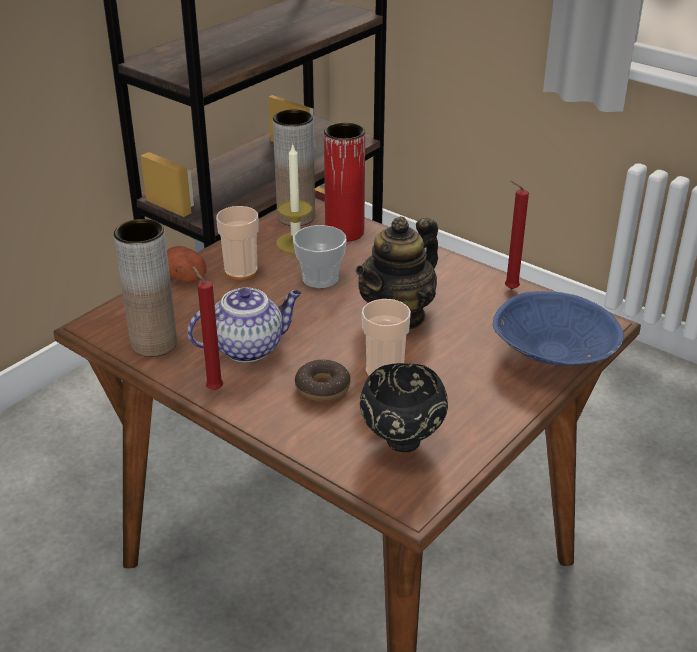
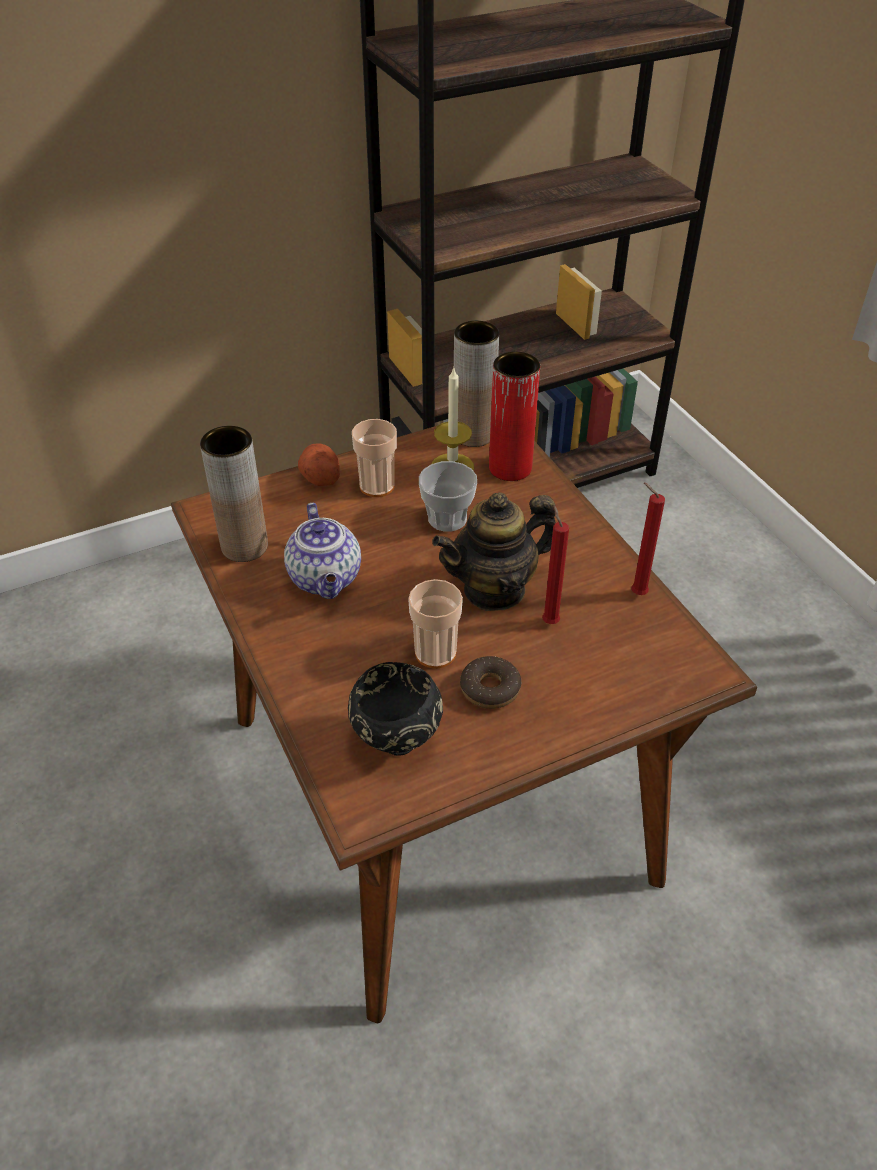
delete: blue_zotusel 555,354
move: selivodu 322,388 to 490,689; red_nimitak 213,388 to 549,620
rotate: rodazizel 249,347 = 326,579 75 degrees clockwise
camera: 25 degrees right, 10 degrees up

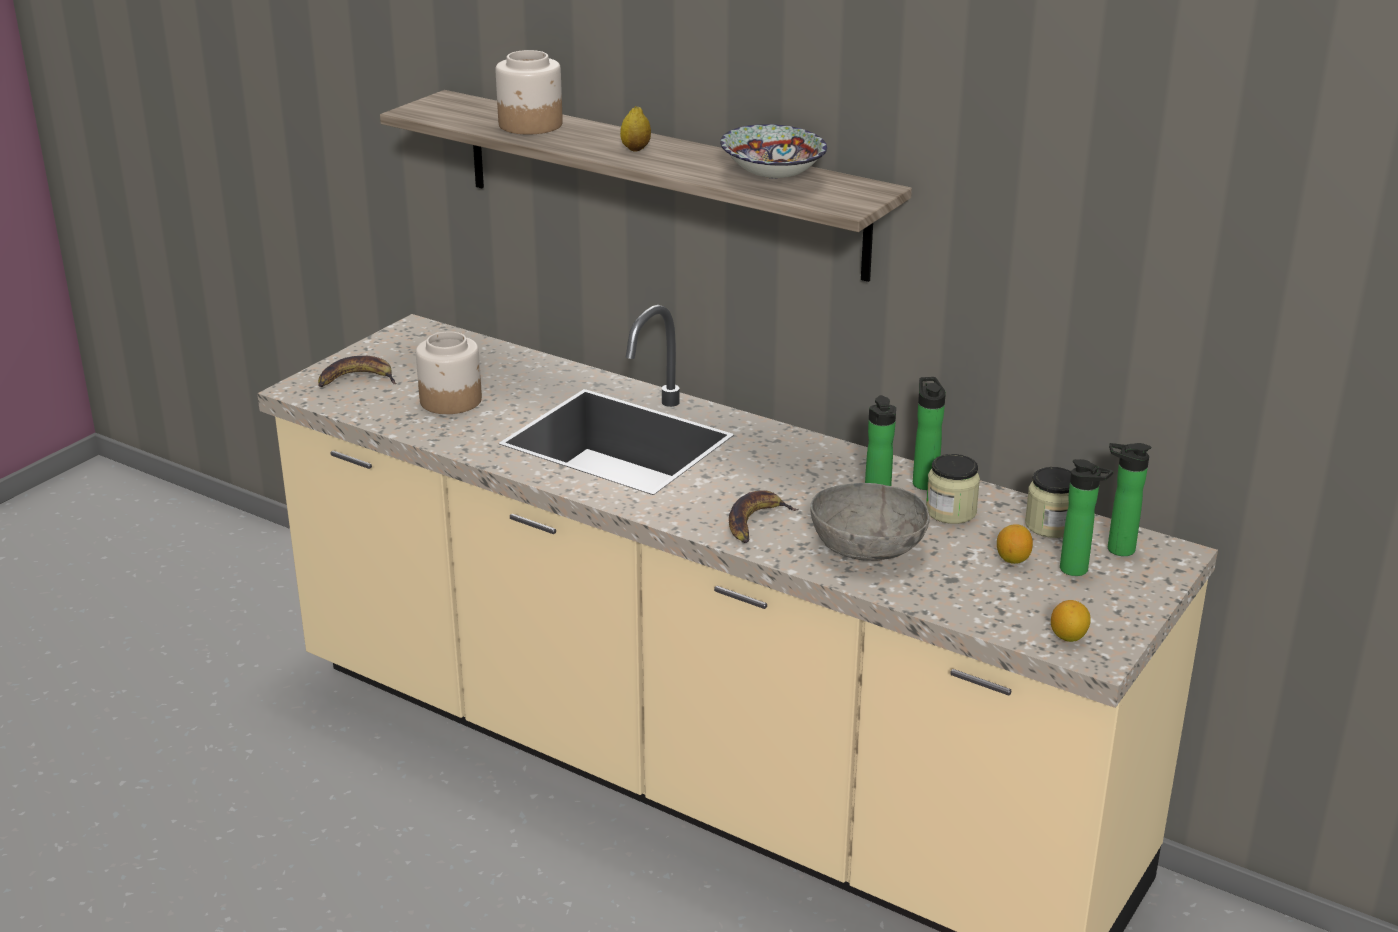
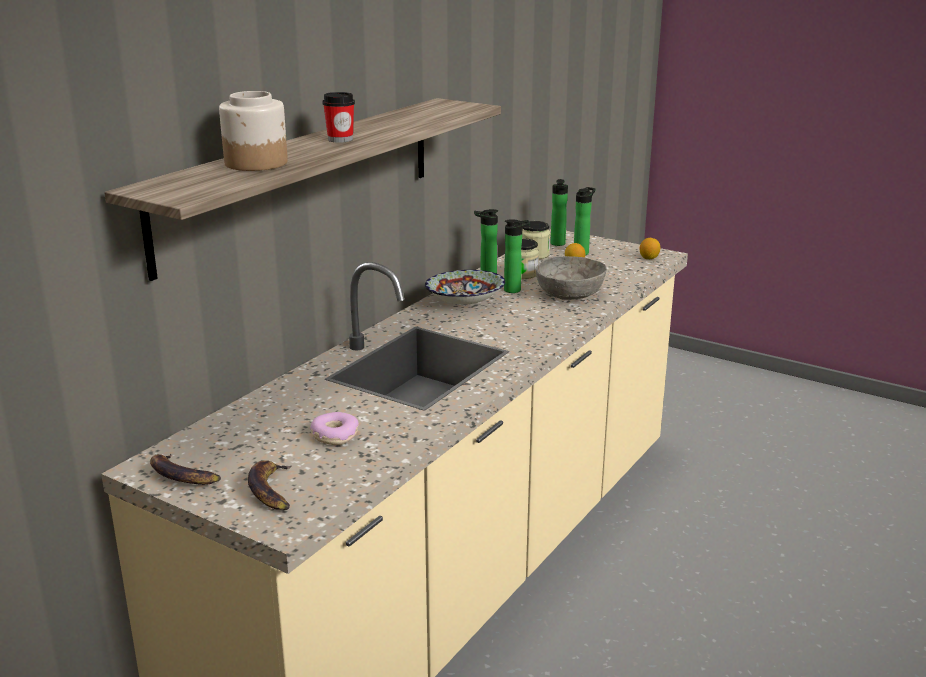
move: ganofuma 756,522 to 181,476; zotusel 773,177 to 464,303
replace: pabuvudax 451,400 to selivodu 334,435; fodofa 635,149 to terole 340,139
camera: 90 degrees left, 5 degrees down

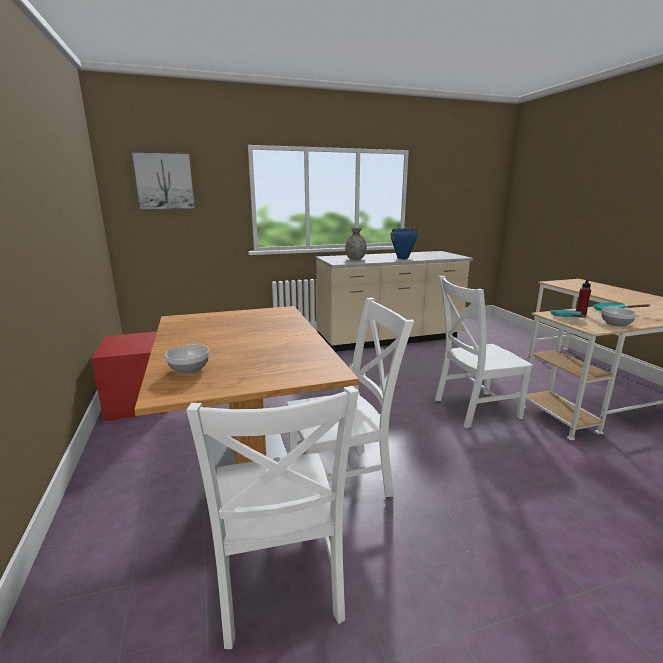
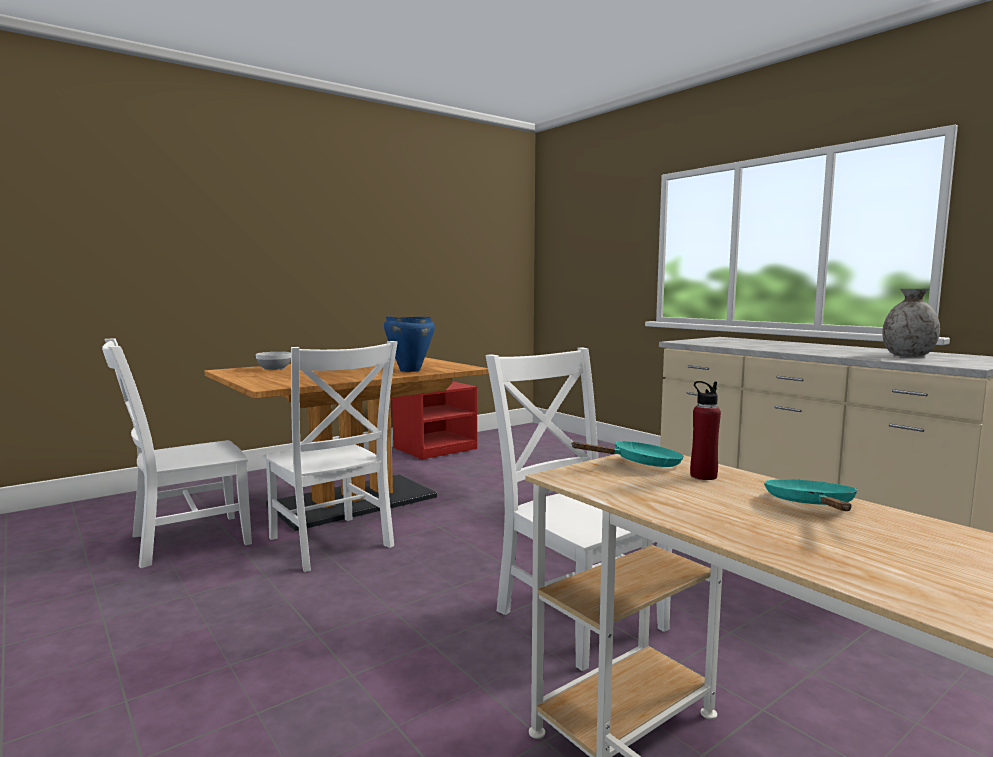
delete: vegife 164,181; zotusel 616,324
move: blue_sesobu 402,258 to 409,370; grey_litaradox 355,258 to 908,355
camera: 70 degrees right, 10 degrees down

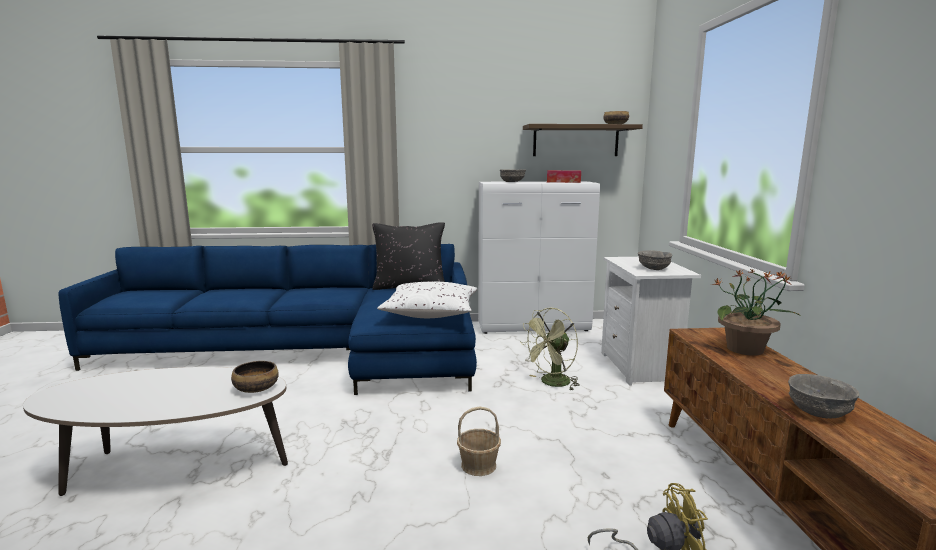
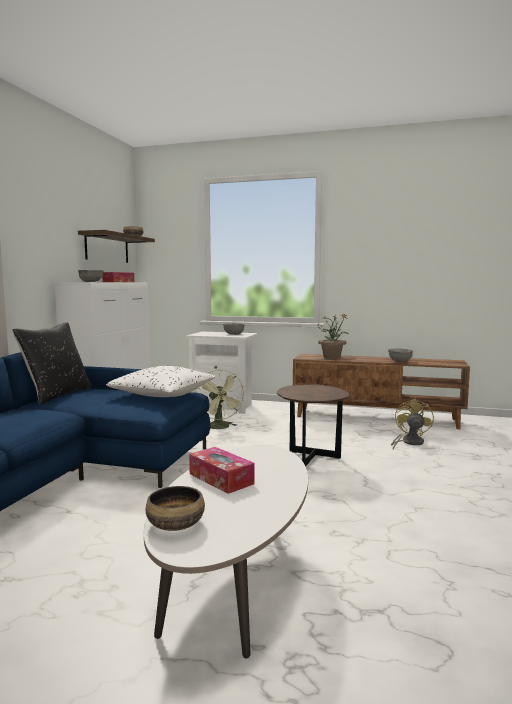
insert: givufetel 221,479
move: zotusel 256,388 to 175,524
replace: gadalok 479,465 to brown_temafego 311,460
camera: 70 degrees left, 5 degrees down

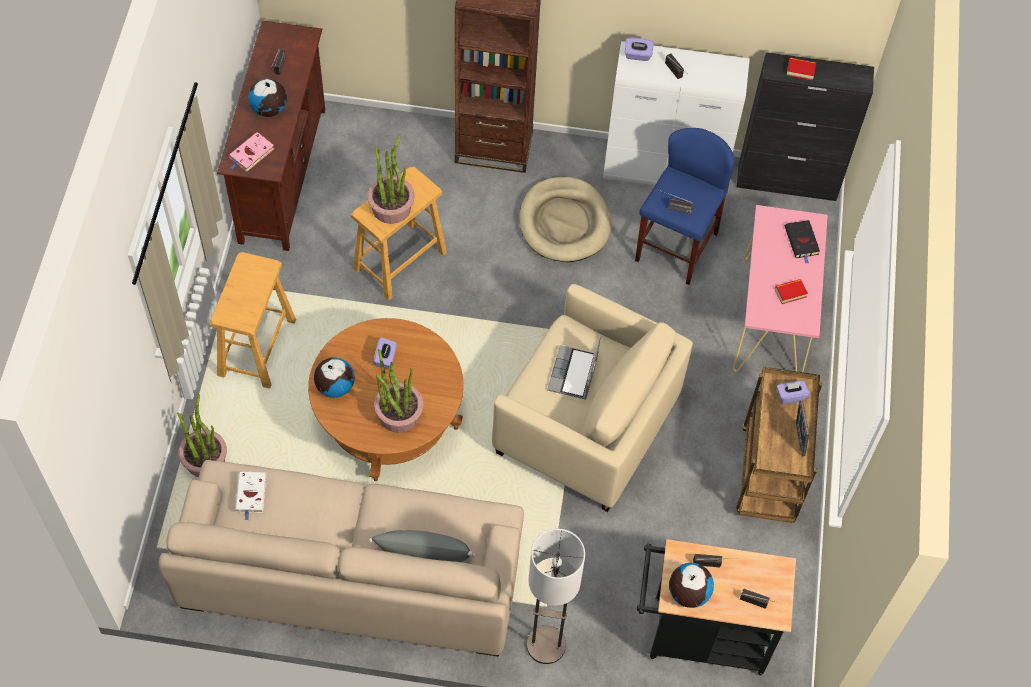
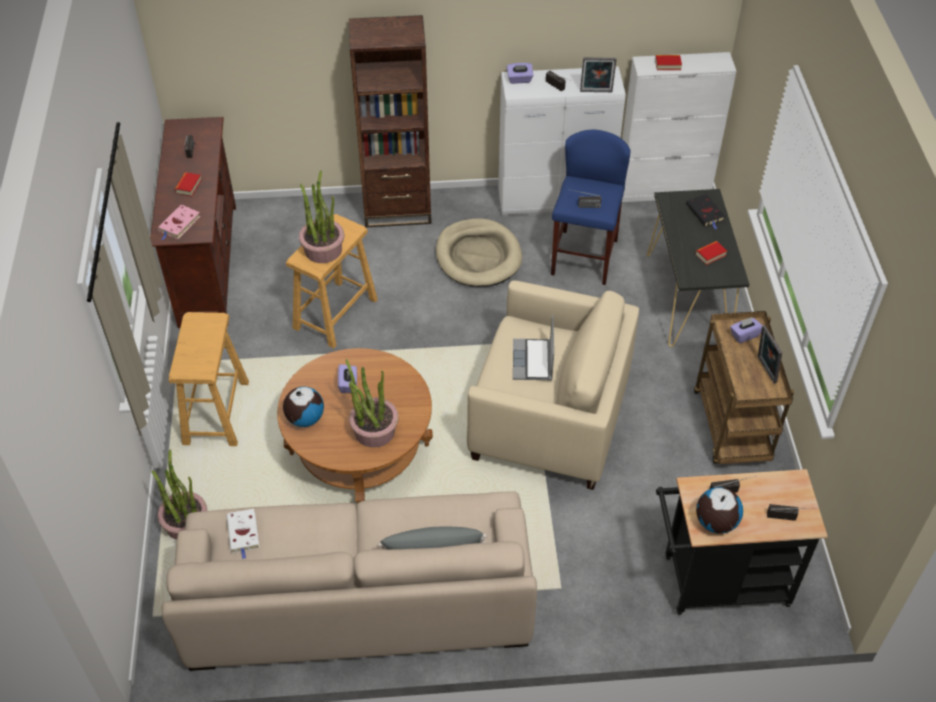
delete: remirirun 545,645
insert: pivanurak 596,92
replace: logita 269,109 to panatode 188,186
recolor: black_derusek 787,181 to white_derusek 664,190; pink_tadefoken 771,319 to black_tadefoken 688,298
camera: 10 degrees left, 10 degrees down

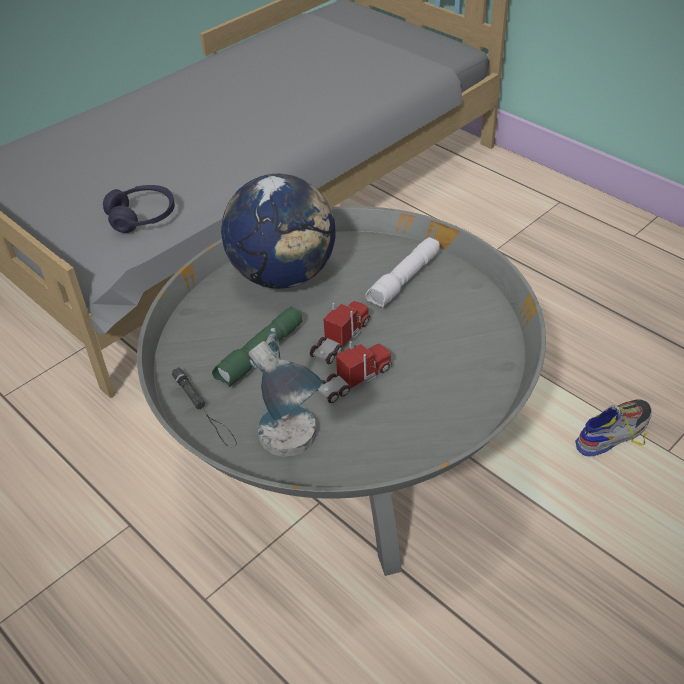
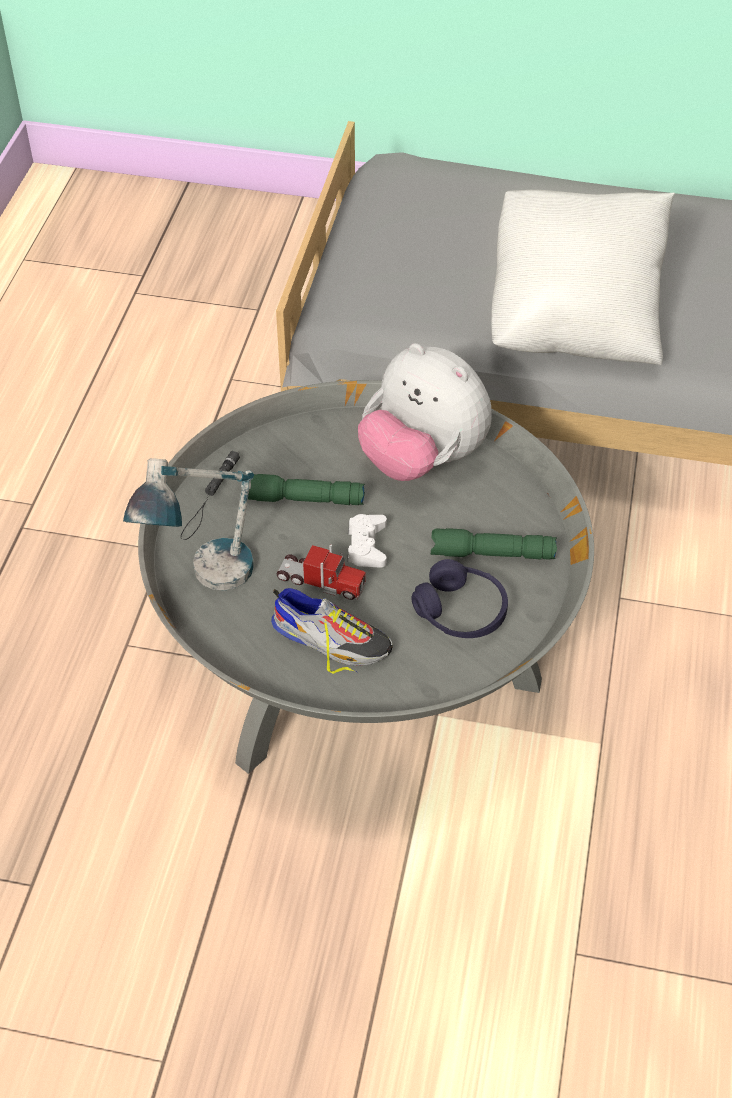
insert: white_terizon 574,322
move: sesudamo 613,431 to 332,639; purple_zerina 142,217 to 461,611
replace: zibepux 340,339 to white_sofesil 366,546; logita 284,275 to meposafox 422,459
recolor: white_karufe 404,280 to green_karufe 491,554
camera: 55 degrees right, 5 degrees up

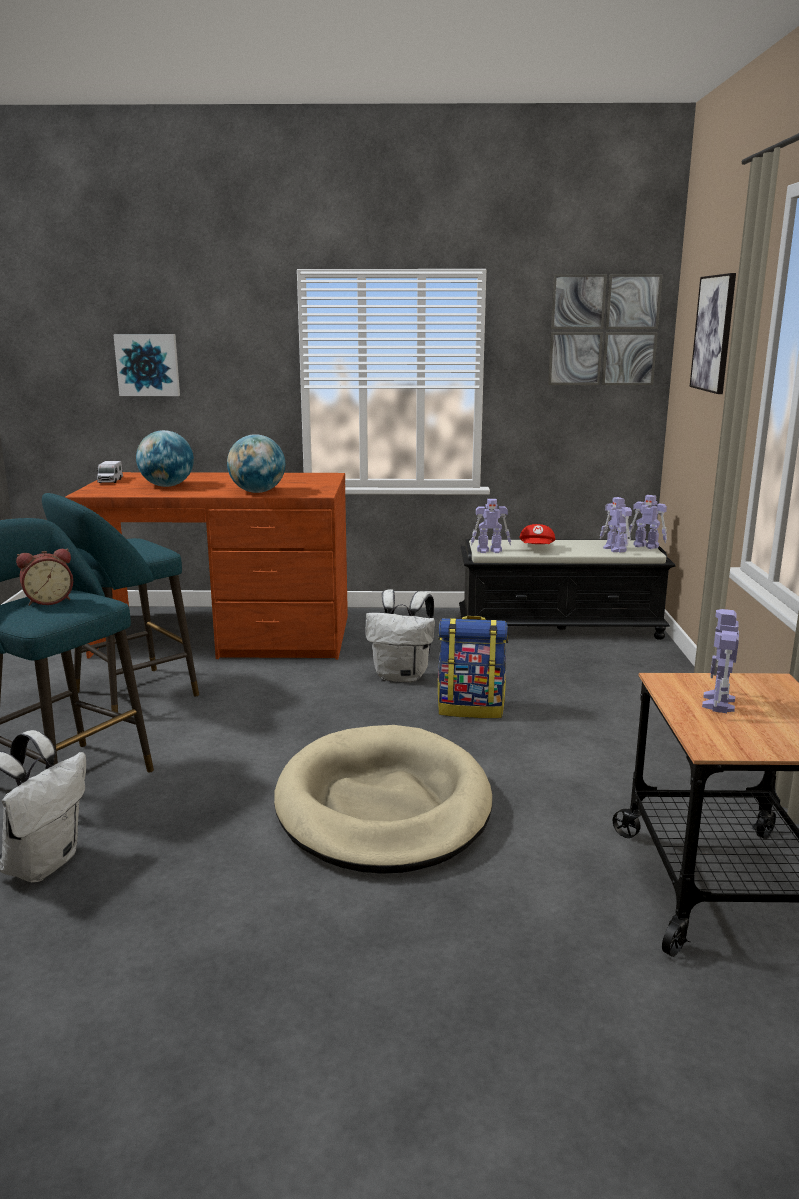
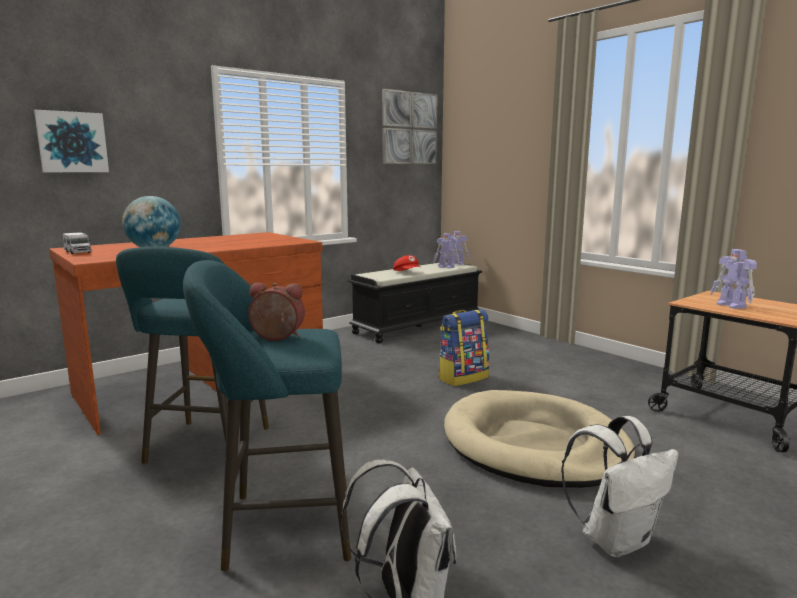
delete: logita 257,492; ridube 490,551; vegife 714,333
move: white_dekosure 402,676 to 615,539
rotate: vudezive 49,601 = 277,338 105 degrees counterclockwise
camera: 40 degrees left, 5 degrees down

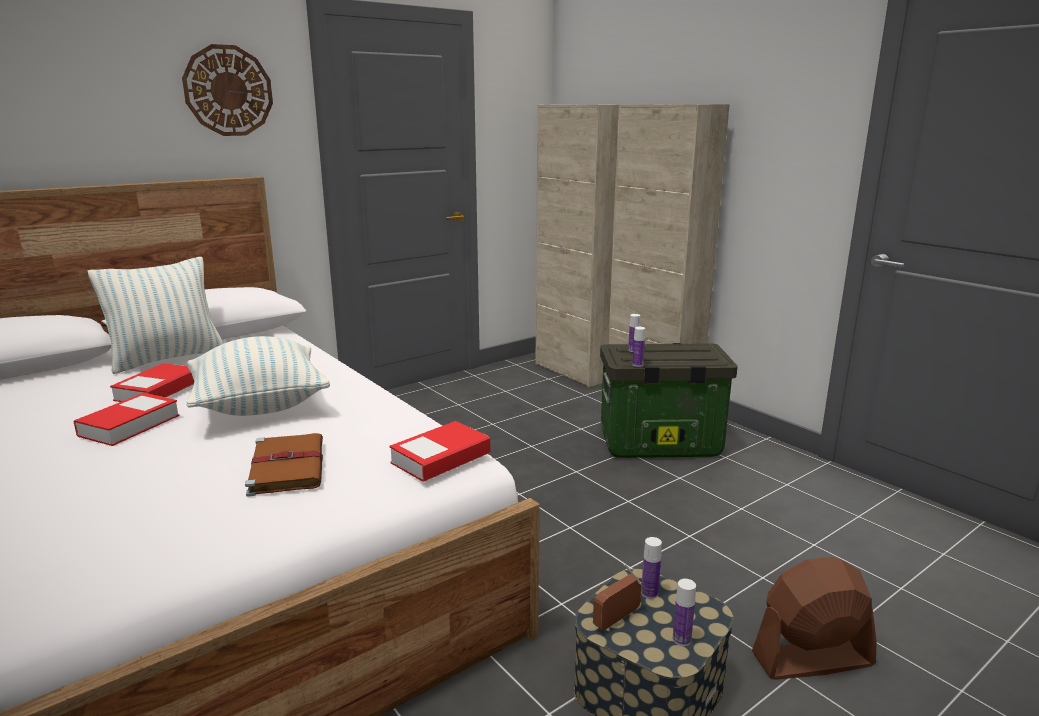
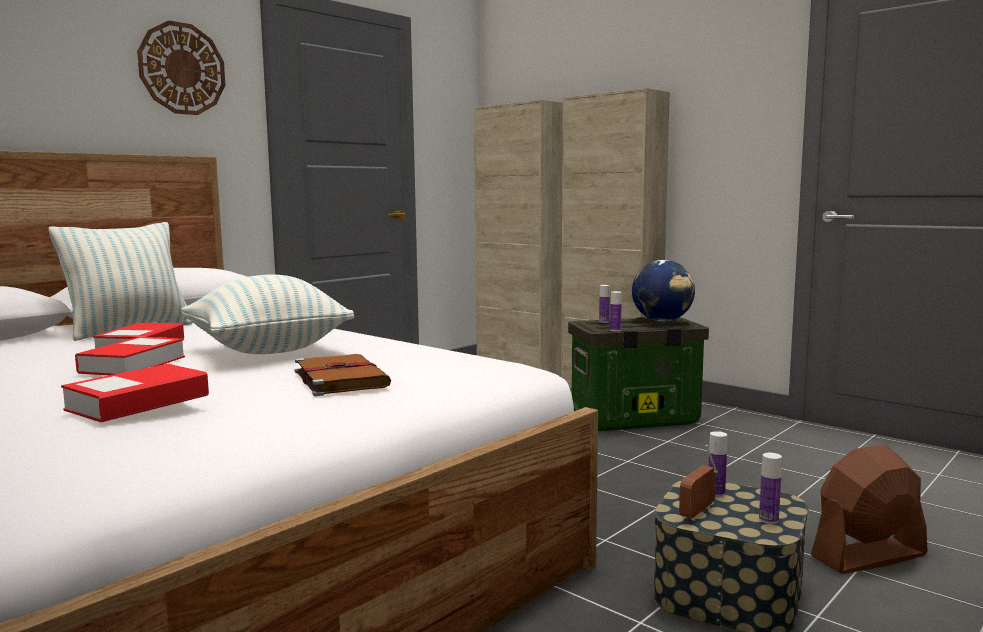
insert: logita 662,321
move: panatode 441,458 to 138,403
camera: 10 degrees left, 10 degrees down

